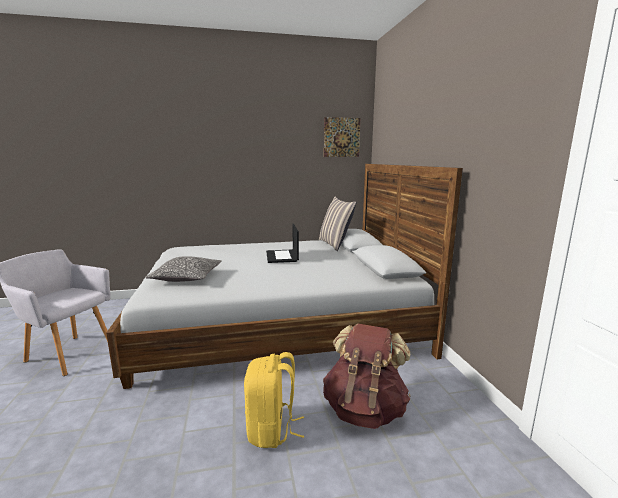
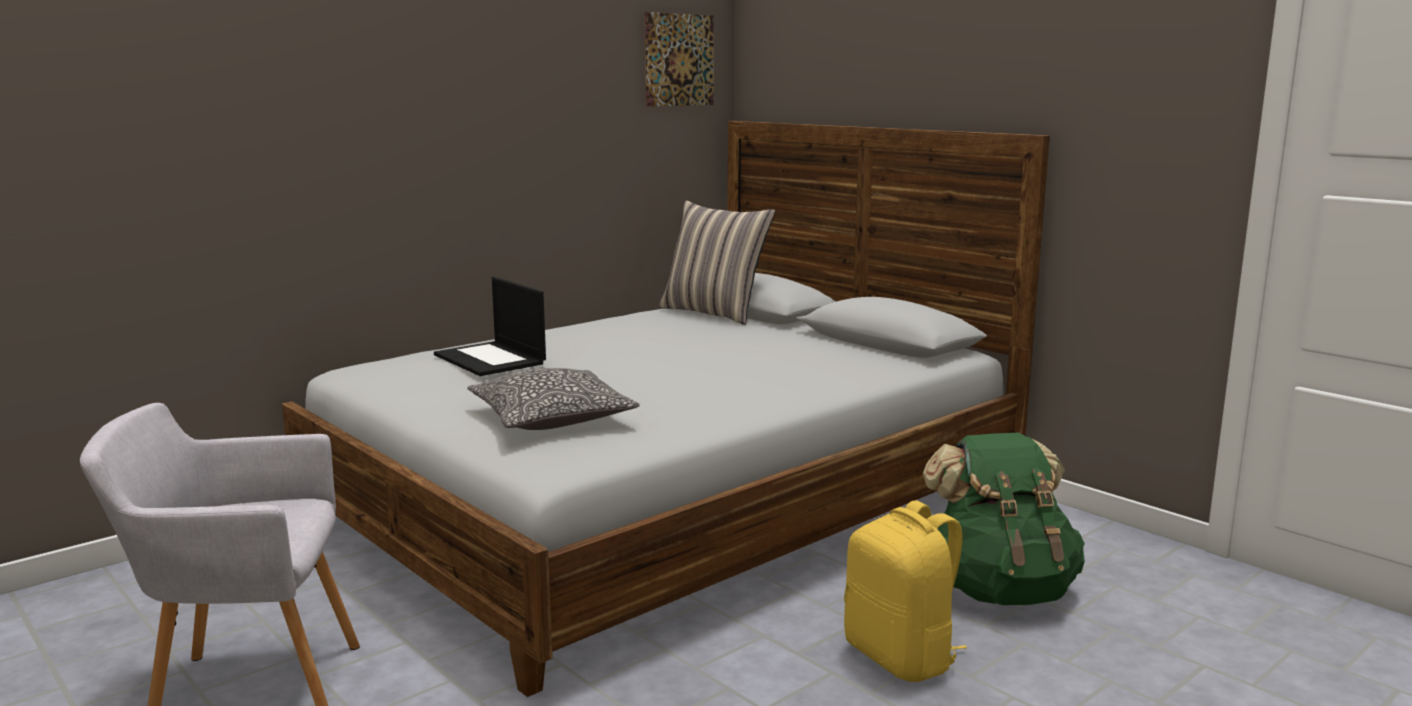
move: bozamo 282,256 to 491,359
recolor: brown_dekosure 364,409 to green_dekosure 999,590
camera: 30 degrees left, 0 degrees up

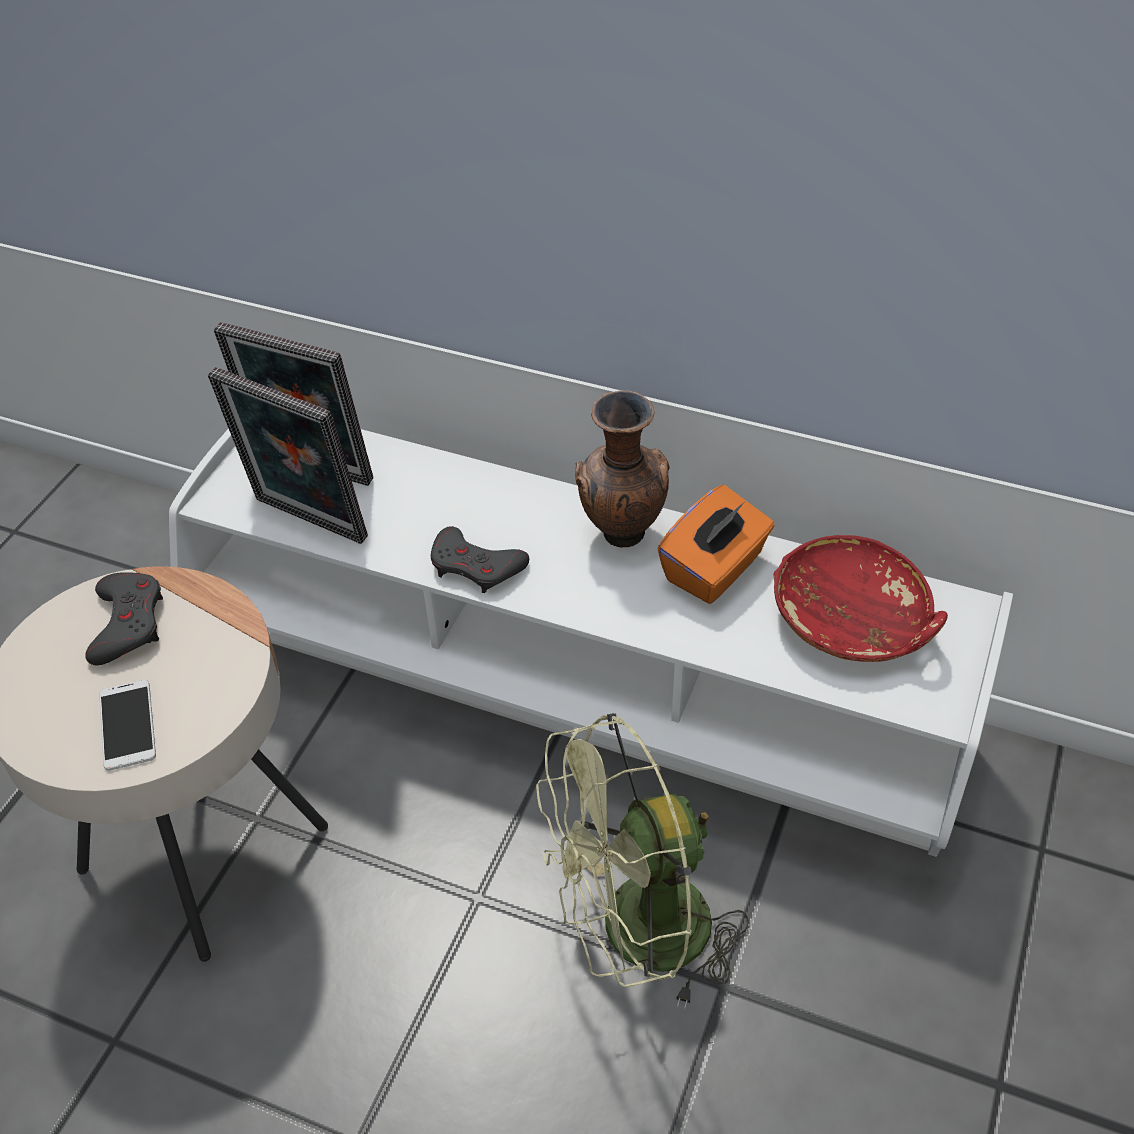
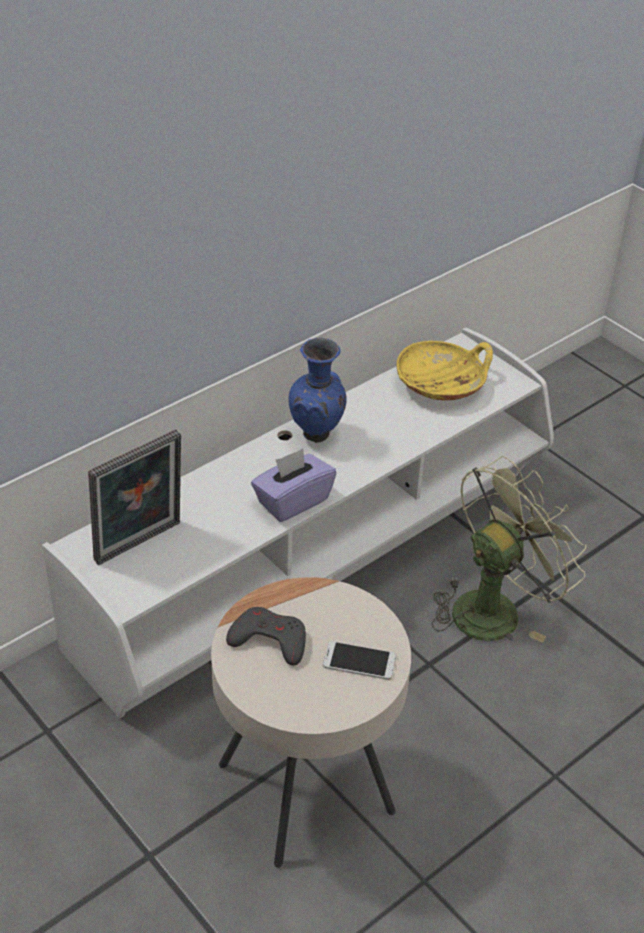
delete: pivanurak 306,523; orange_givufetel 714,569
replace: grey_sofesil 476,566 to purple_givufetel 292,501
recolor: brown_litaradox 621,537 to blue_litaradox 317,436; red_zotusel 853,620 to yellow_zotusel 442,383
rotate: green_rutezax 635,936 = 494,607 135 degrees counterclockwise
camera: 65 degrees left, 5 degrees down

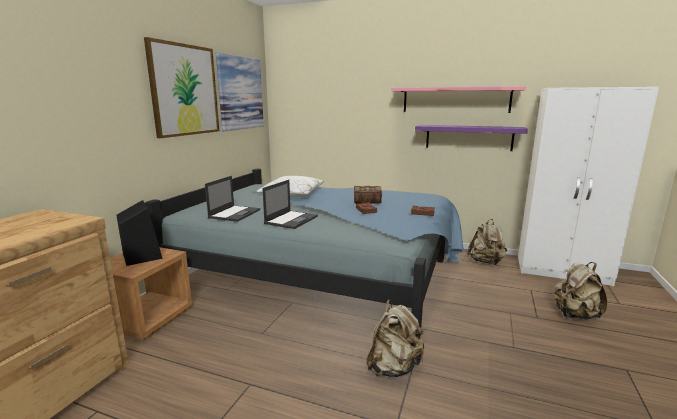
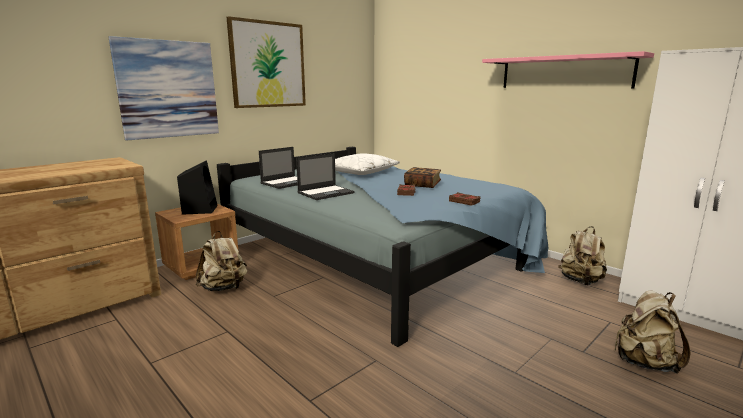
delete: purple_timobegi 468,137
move: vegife 240,93 to 168,89; beige_dekosure 394,367 to 224,288
camera: 25 degrees right, 0 degrees up

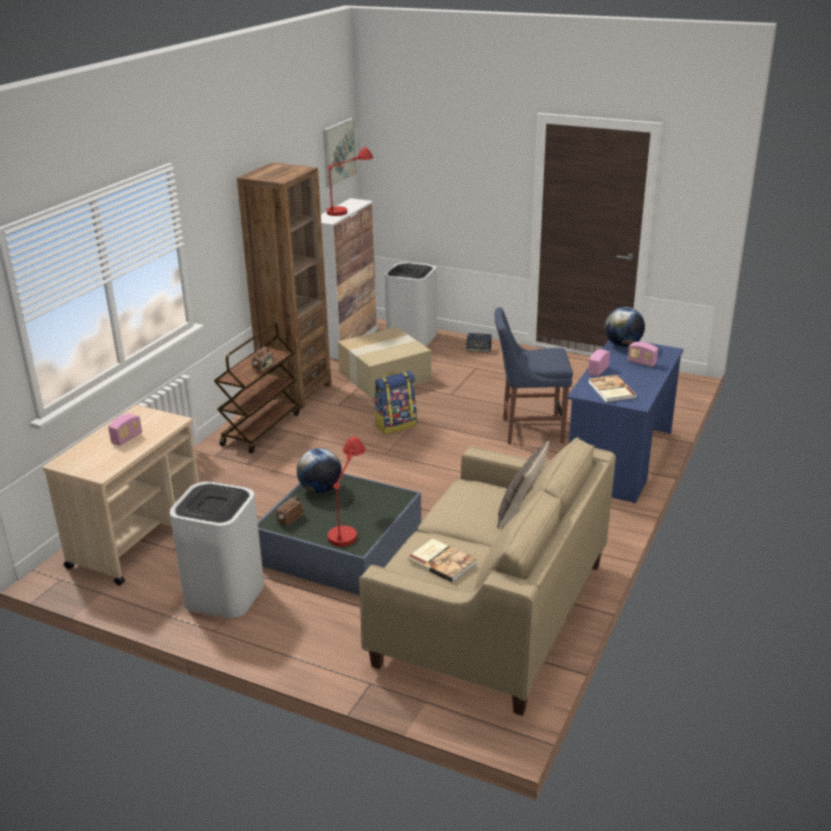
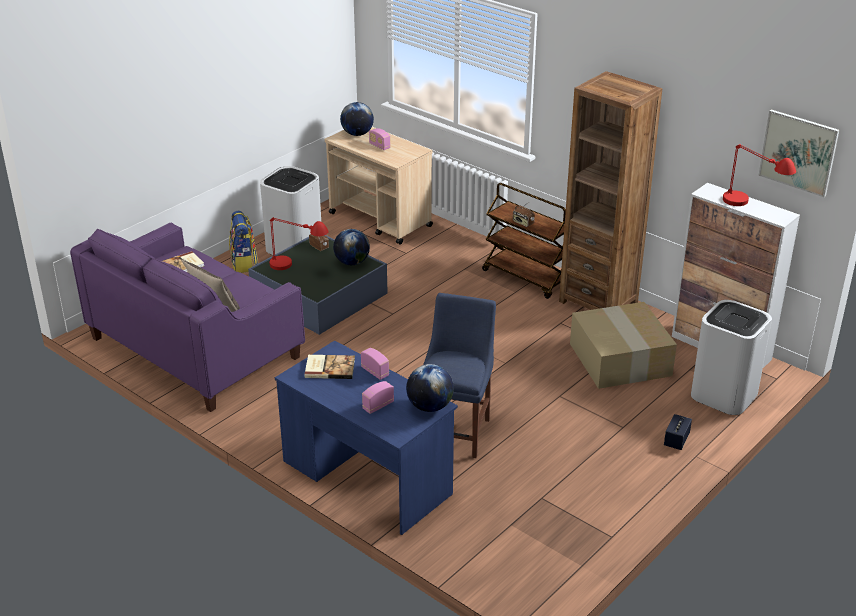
insert: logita 357,134
move: dekosure 395,425 to 244,263
recolor: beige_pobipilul 491,613 to purple_pobipilul 195,348
camera: 105 degrees right, 5 degrees up

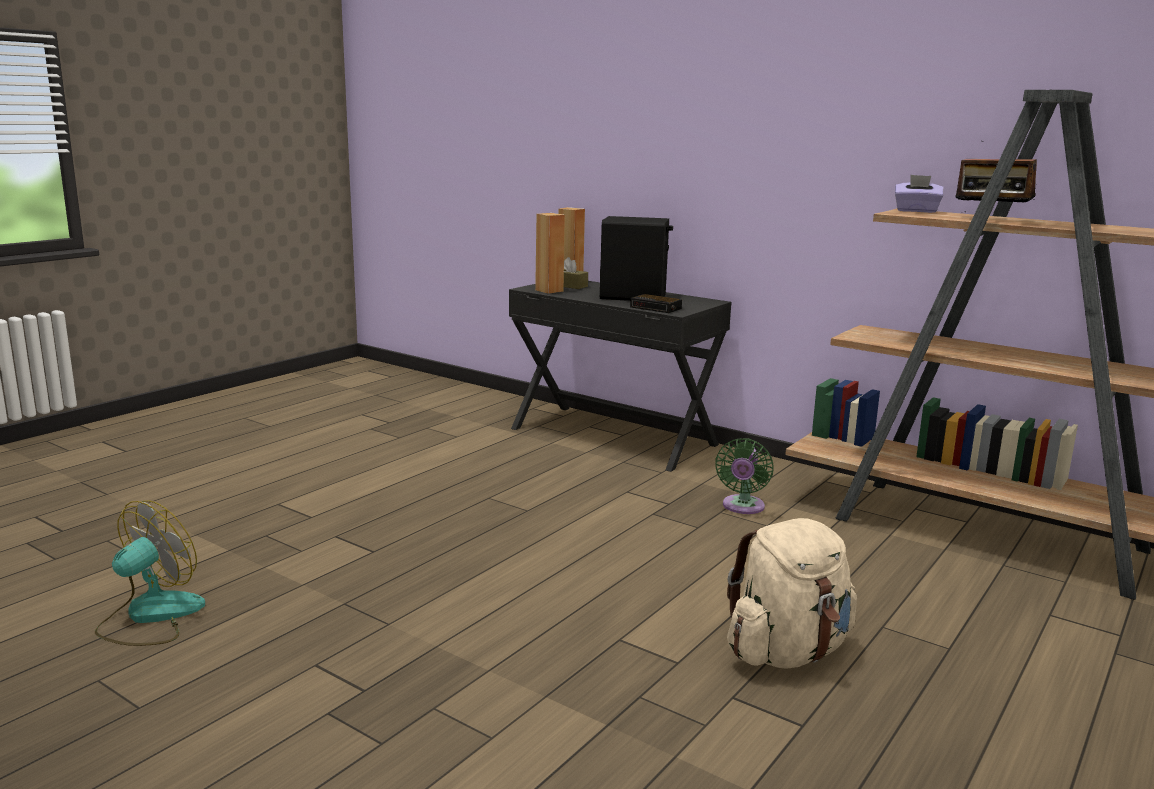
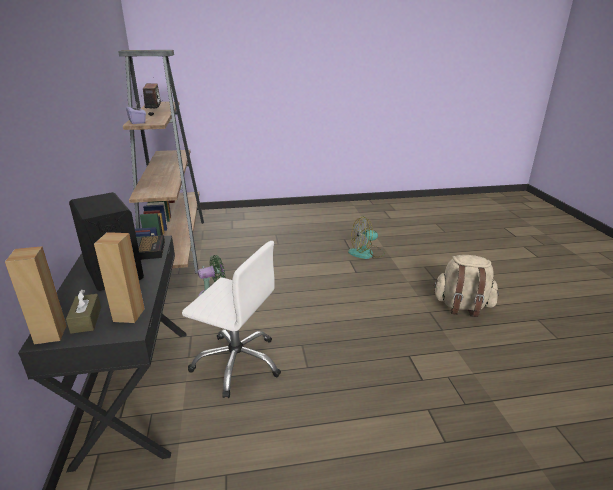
insert: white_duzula 237,362
move: rutezax 150,616 to 366,253; beige_dekosure 787,652 to 462,306
camera: 135 degrees left, 10 degrees up

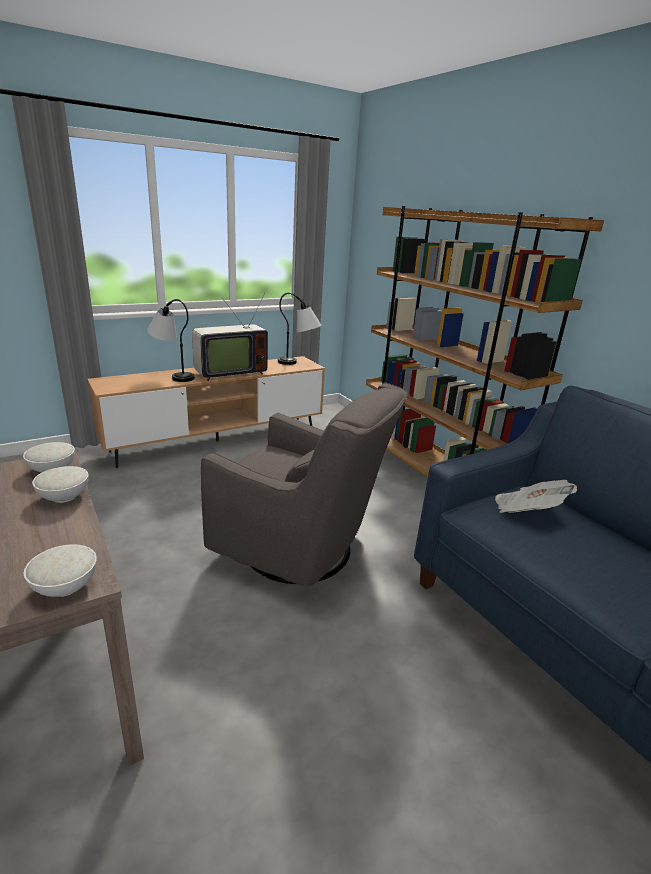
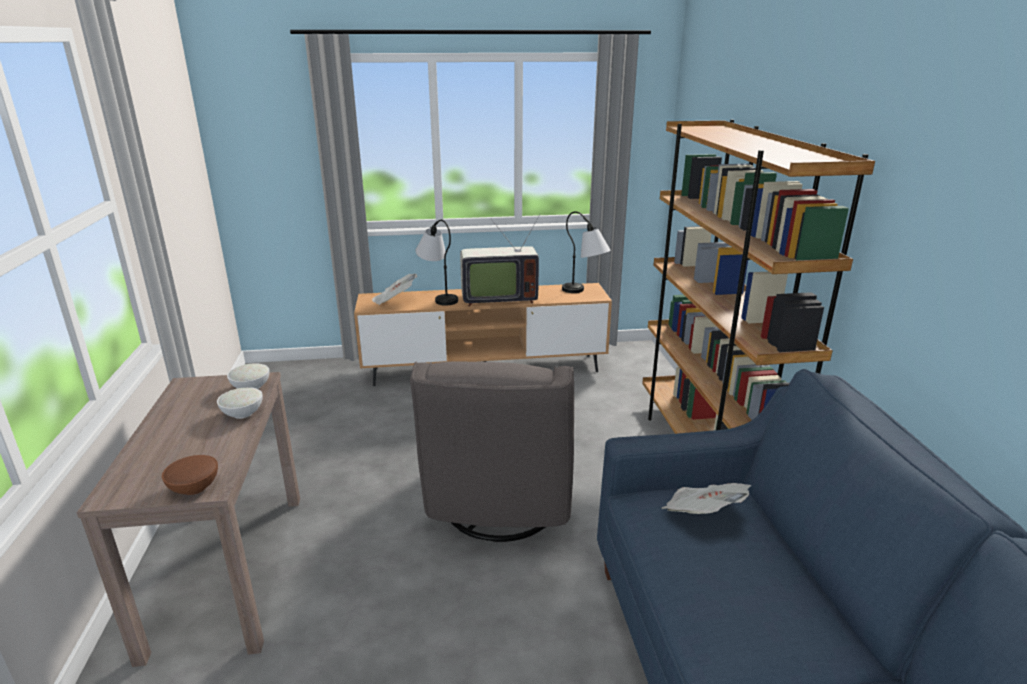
insert: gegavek 394,301
recolor: white_zotusel 65,585 to brown_zotusel 194,487
rotate: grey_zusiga 301,550 = 500,506 45 degrees clockwise
camera: 25 degrees right, 0 degrees up

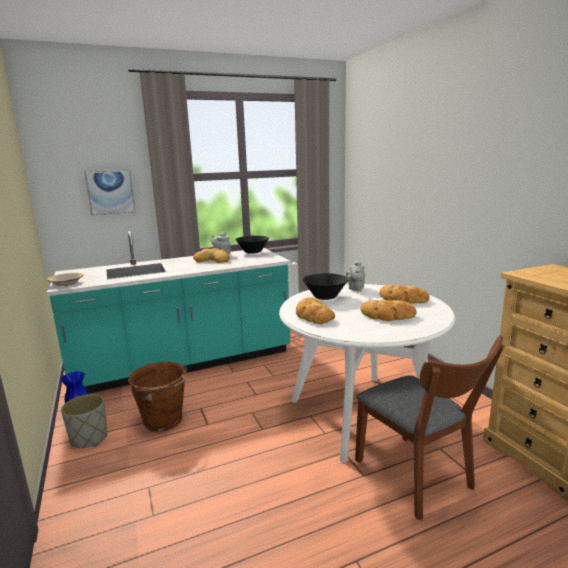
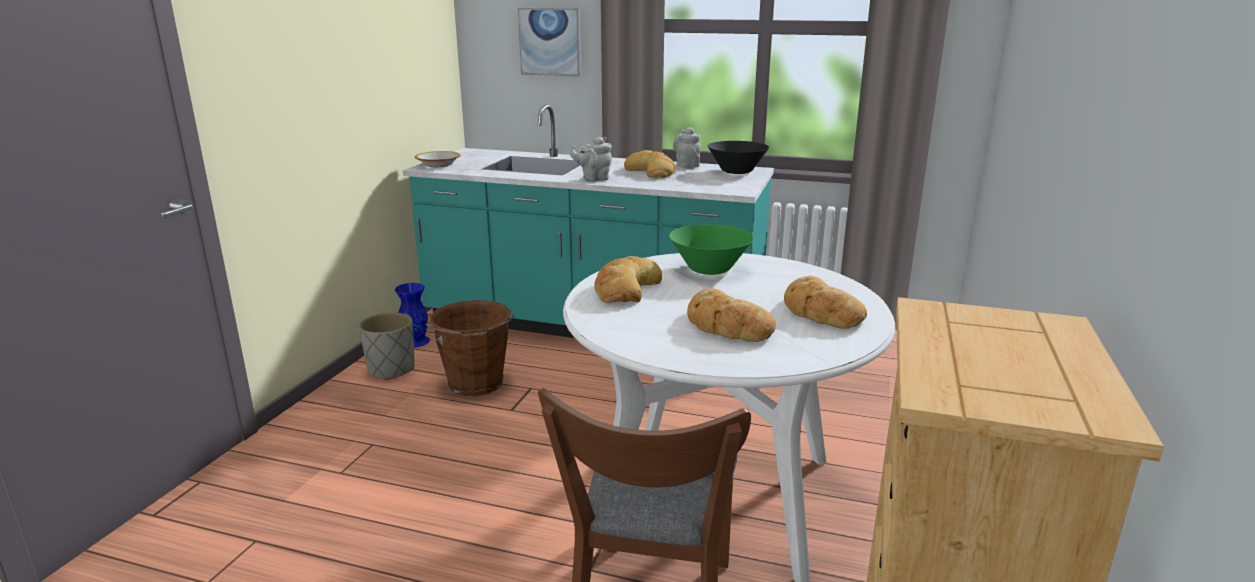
move: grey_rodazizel 355,288 to 593,179
recolor: black_zotusel 325,297 to green_zotusel 709,269
camera: 40 degrees right, 5 degrees up

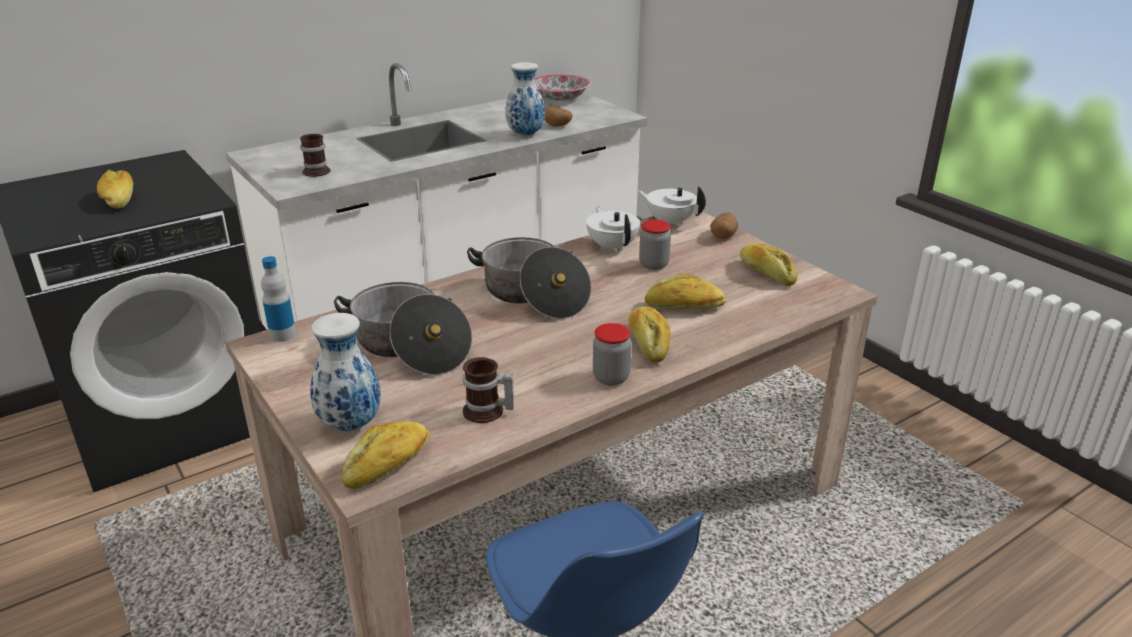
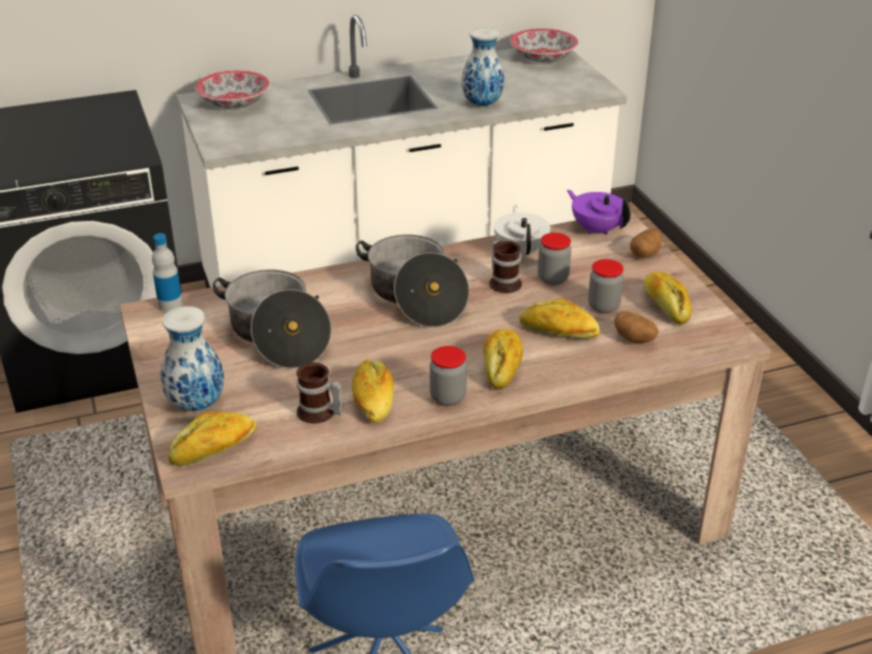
insert: zotusel 233,103; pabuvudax 603,306
move: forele 119,199 to 373,400; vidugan 316,170 to 505,282; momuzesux 557,125 to 634,339
recolor: white_rodazizel 670,222 to purple_rodazizel 596,229
camera: 15 degrees right, 5 degrees up

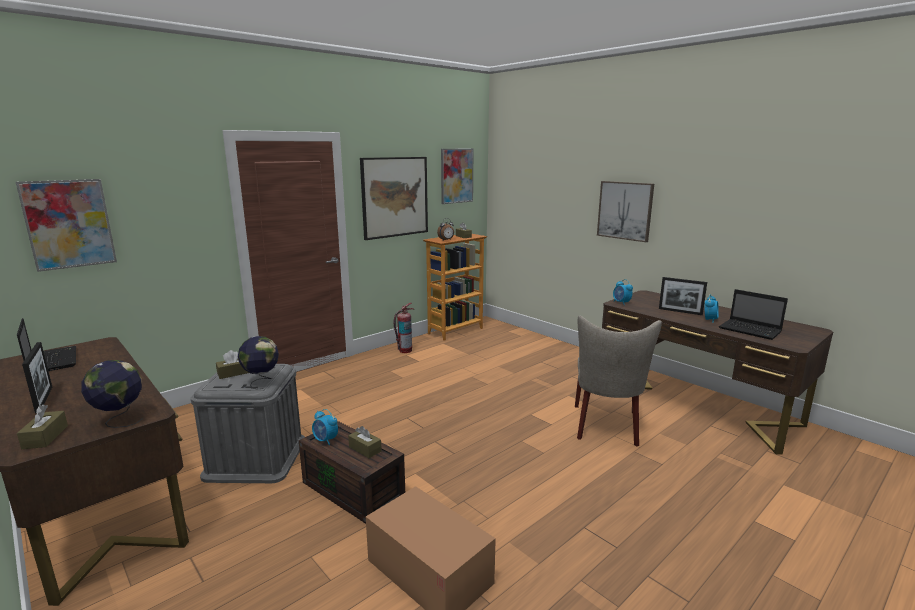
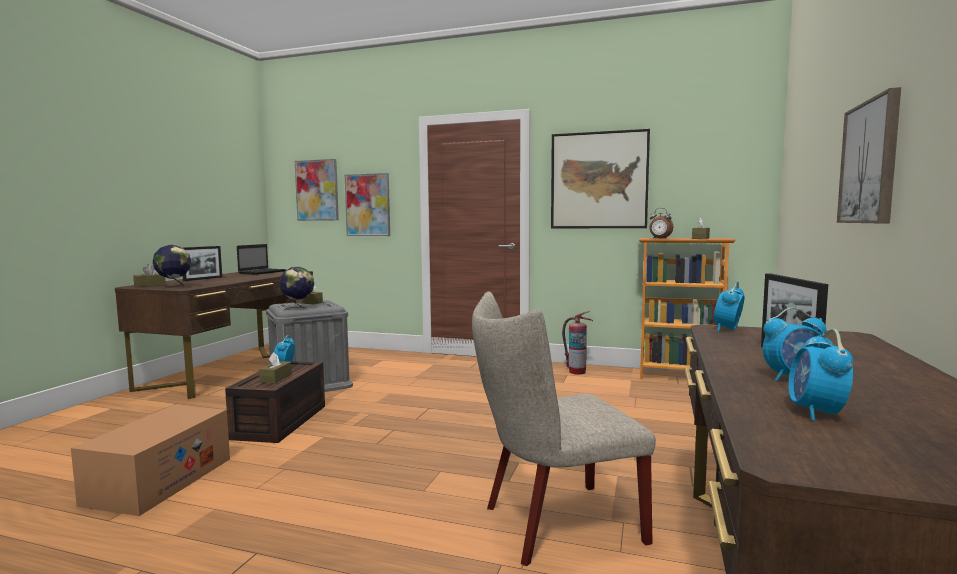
move: vegife 456,176 to 368,205
replace: bozamo 751,330 to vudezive 816,413
camera: 60 degrees right, 10 degrees down

